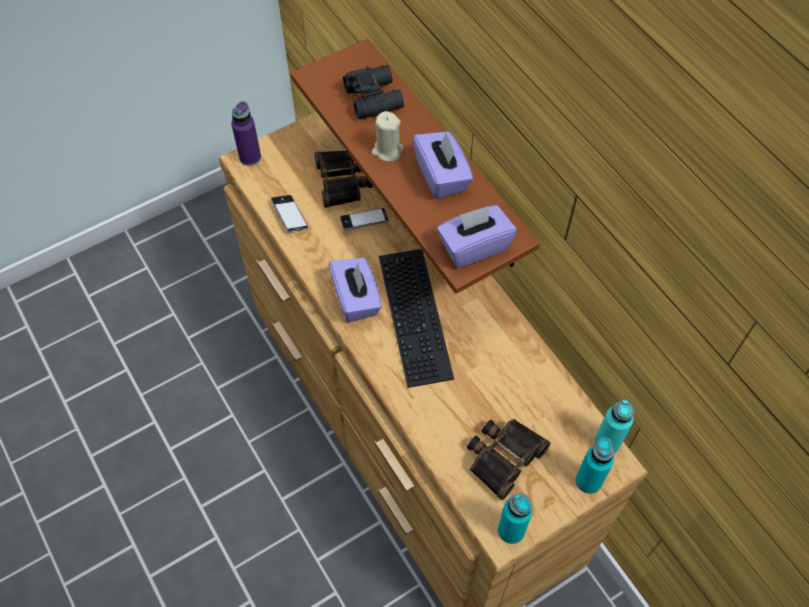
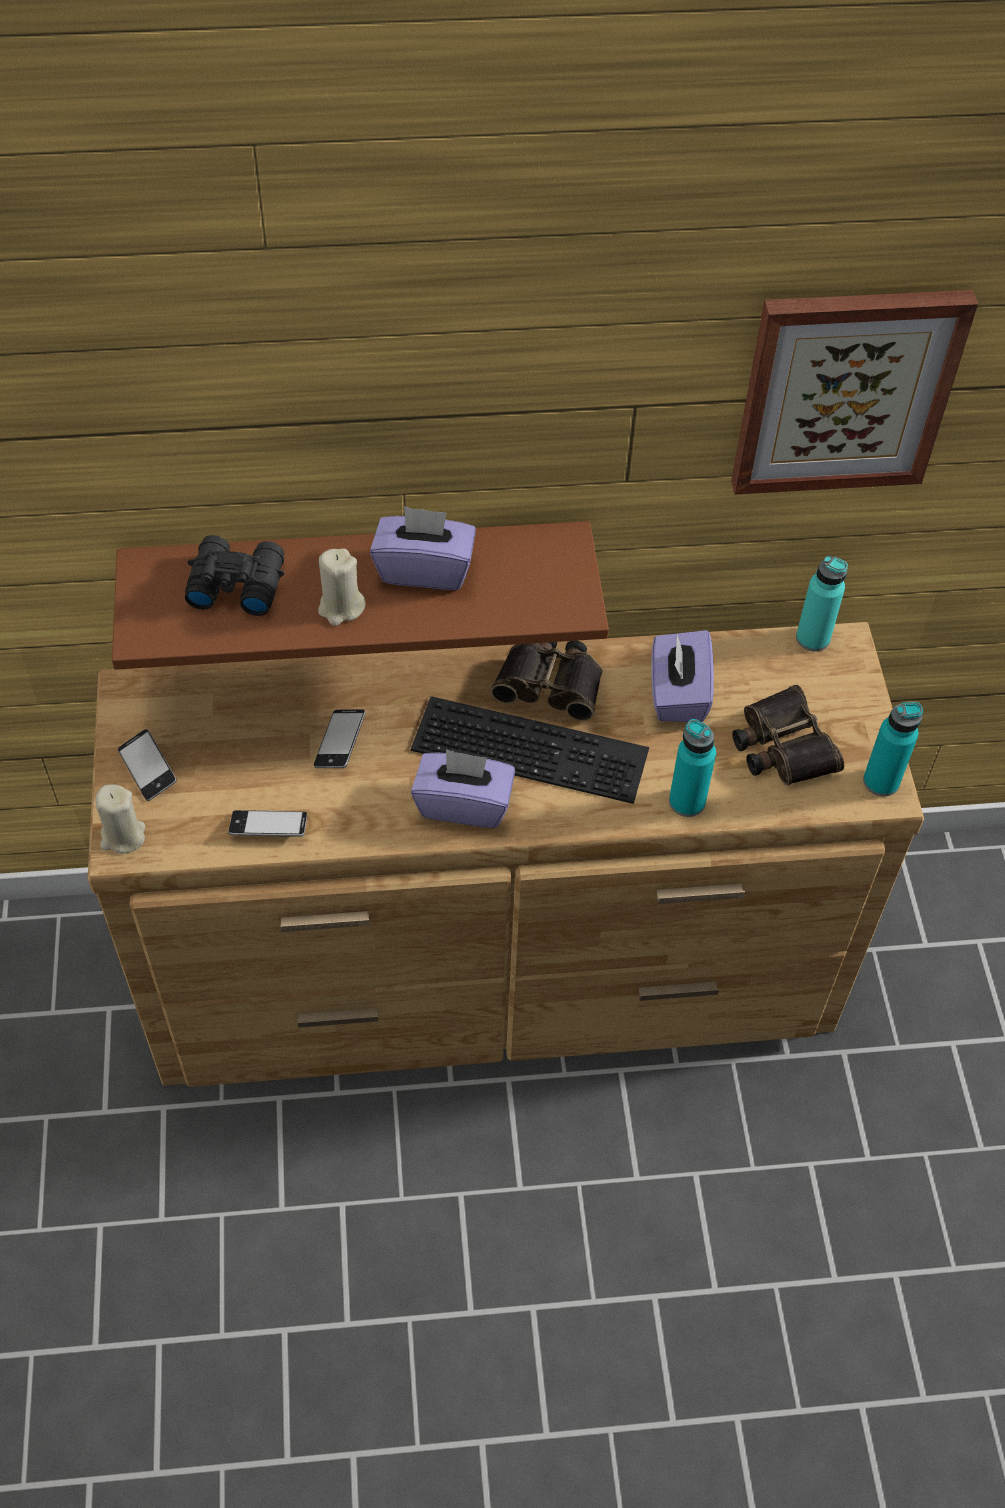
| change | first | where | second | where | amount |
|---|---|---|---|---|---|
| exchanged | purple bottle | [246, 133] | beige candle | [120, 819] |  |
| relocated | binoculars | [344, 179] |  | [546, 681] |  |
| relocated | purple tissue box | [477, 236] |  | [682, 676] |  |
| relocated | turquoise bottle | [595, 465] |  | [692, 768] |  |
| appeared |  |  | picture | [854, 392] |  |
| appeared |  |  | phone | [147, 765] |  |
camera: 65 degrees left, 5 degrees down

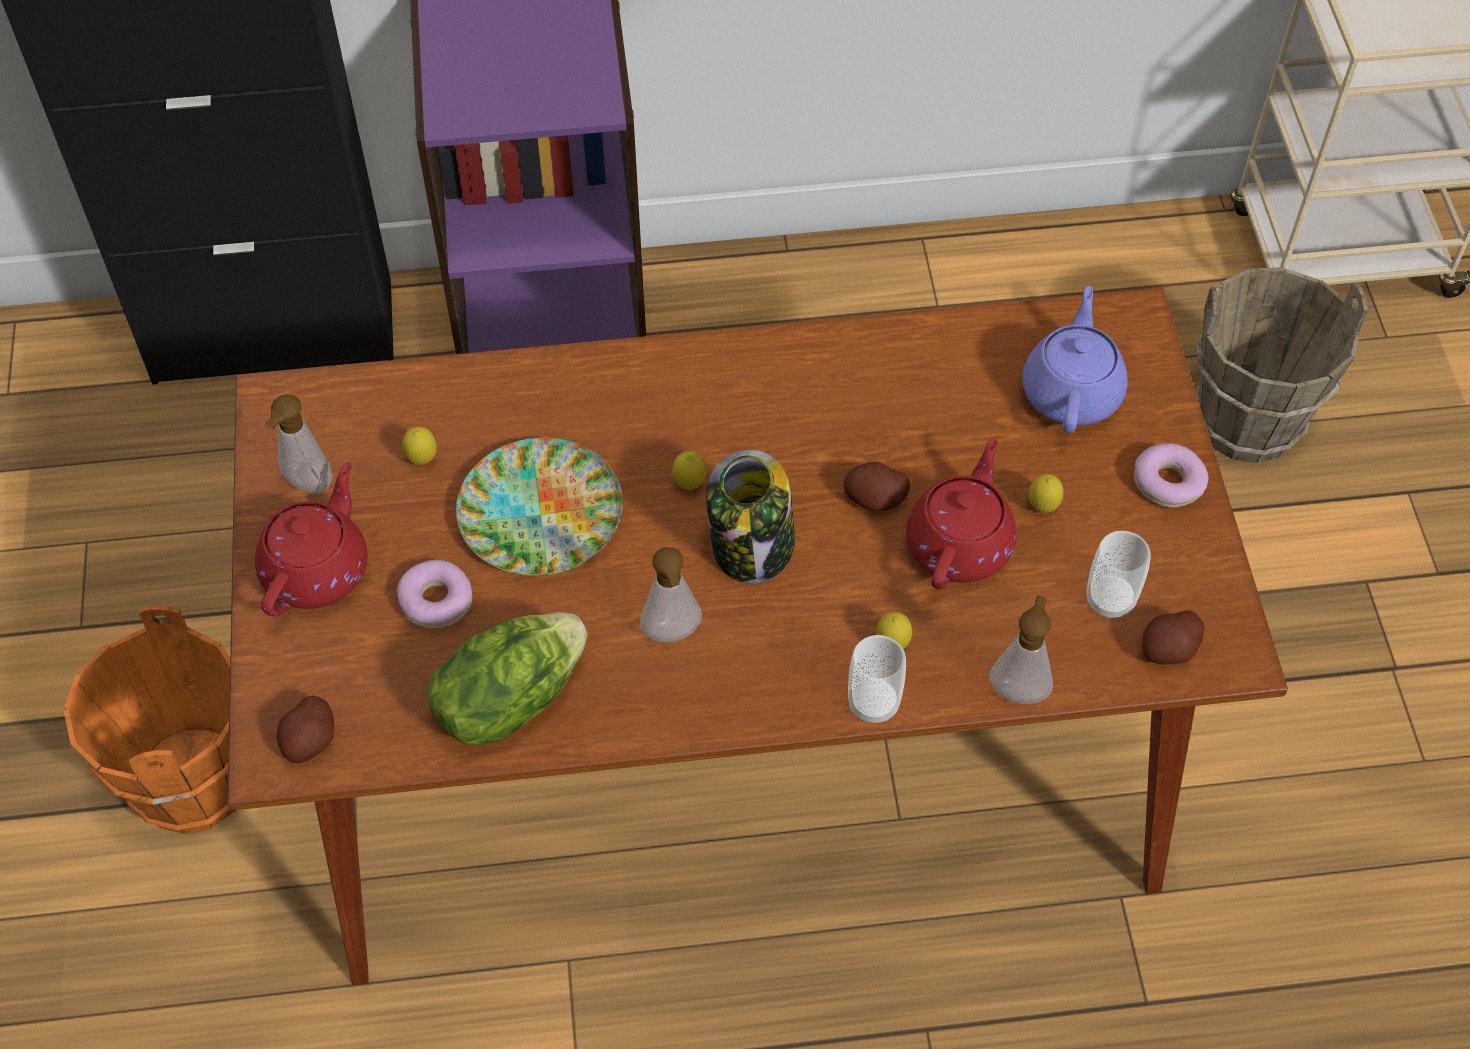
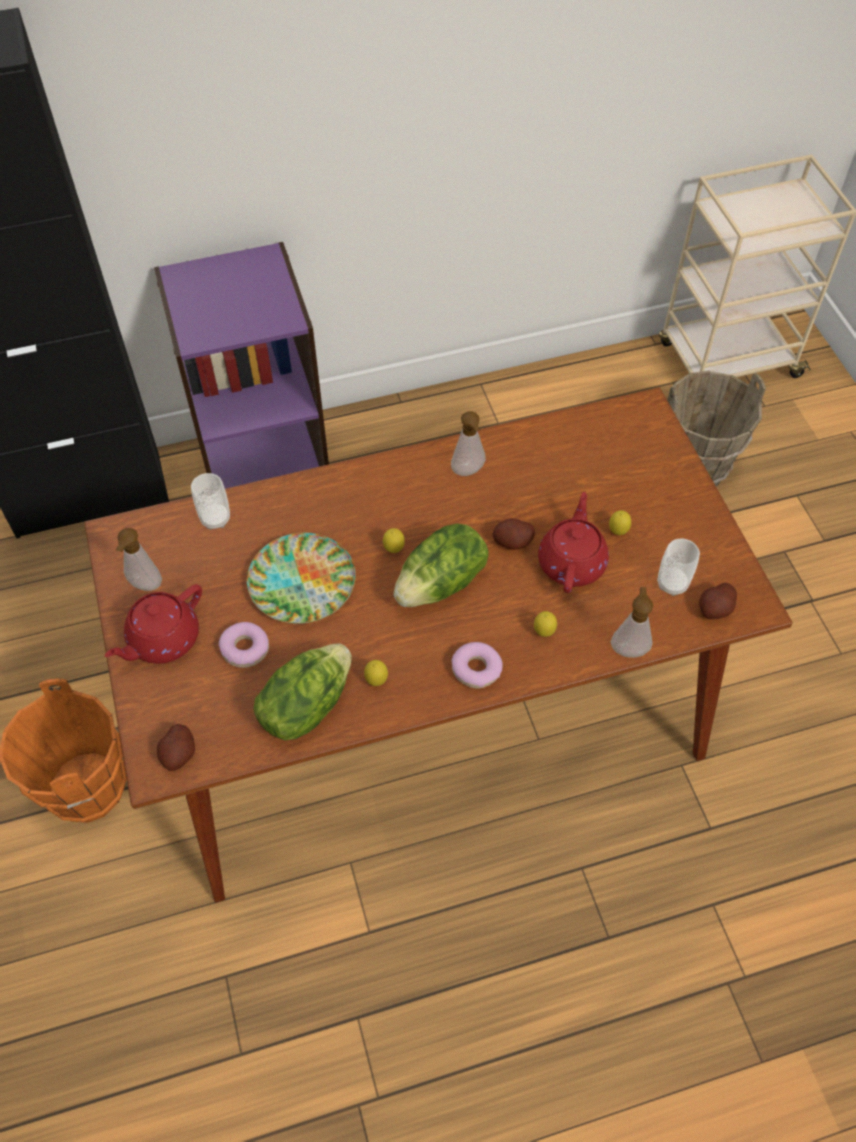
| change | first | where | second | where | amount |
|---|---|---|---|---|---|
| missing | purple teapot | [1074, 359] |  |  |  |
| relocated | lemon | [419, 445] |  | [376, 673] |  |
| relocated | donut | [1171, 475] |  | [477, 665] |  |
| exchanged | jar | [750, 516] | lettuce | [441, 565] |  |
| spun | red teapot | [311, 539] |  | [153, 624] | 150 degrees counterclockwise |
| relocated | soap dispenser | [671, 595] |  | [468, 443] |  |
| relocated | cup | [877, 679] |  | [210, 501] |  |
camera: 10 degrees left, 0 degrees up

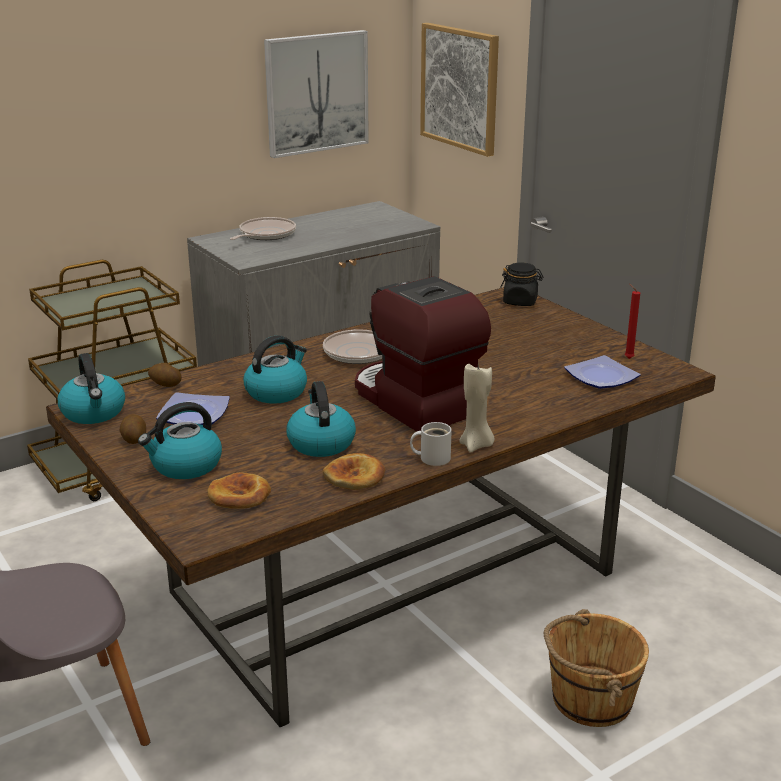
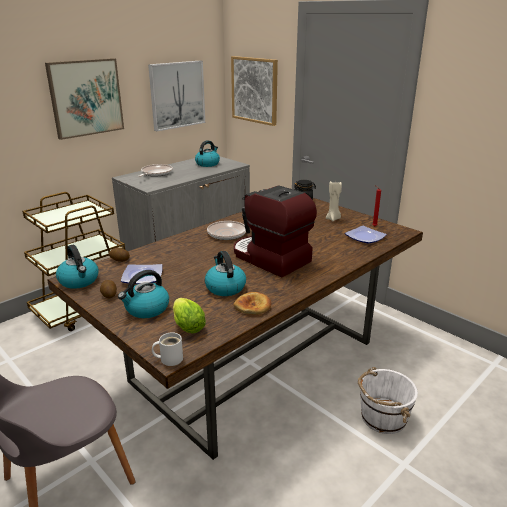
| change | first | where | second | where | amount |
|---|---|---|---|---|---|
| relocated | kettle | [275, 369] |  | [207, 153] |  |
| relocated | beige candle | [476, 407] |  | [334, 201] |  |
| relocated | white mug | [431, 444] |  | [167, 349] |  |
| exchanged | bread | [239, 490] | lettuce | [189, 315] |  |
| colour | brown bucket | [596, 668] | white bucket | [388, 400] |  |
| appeared |  |  | picture | [84, 99] |  |
camera: 10 degrees left, 0 degrees up

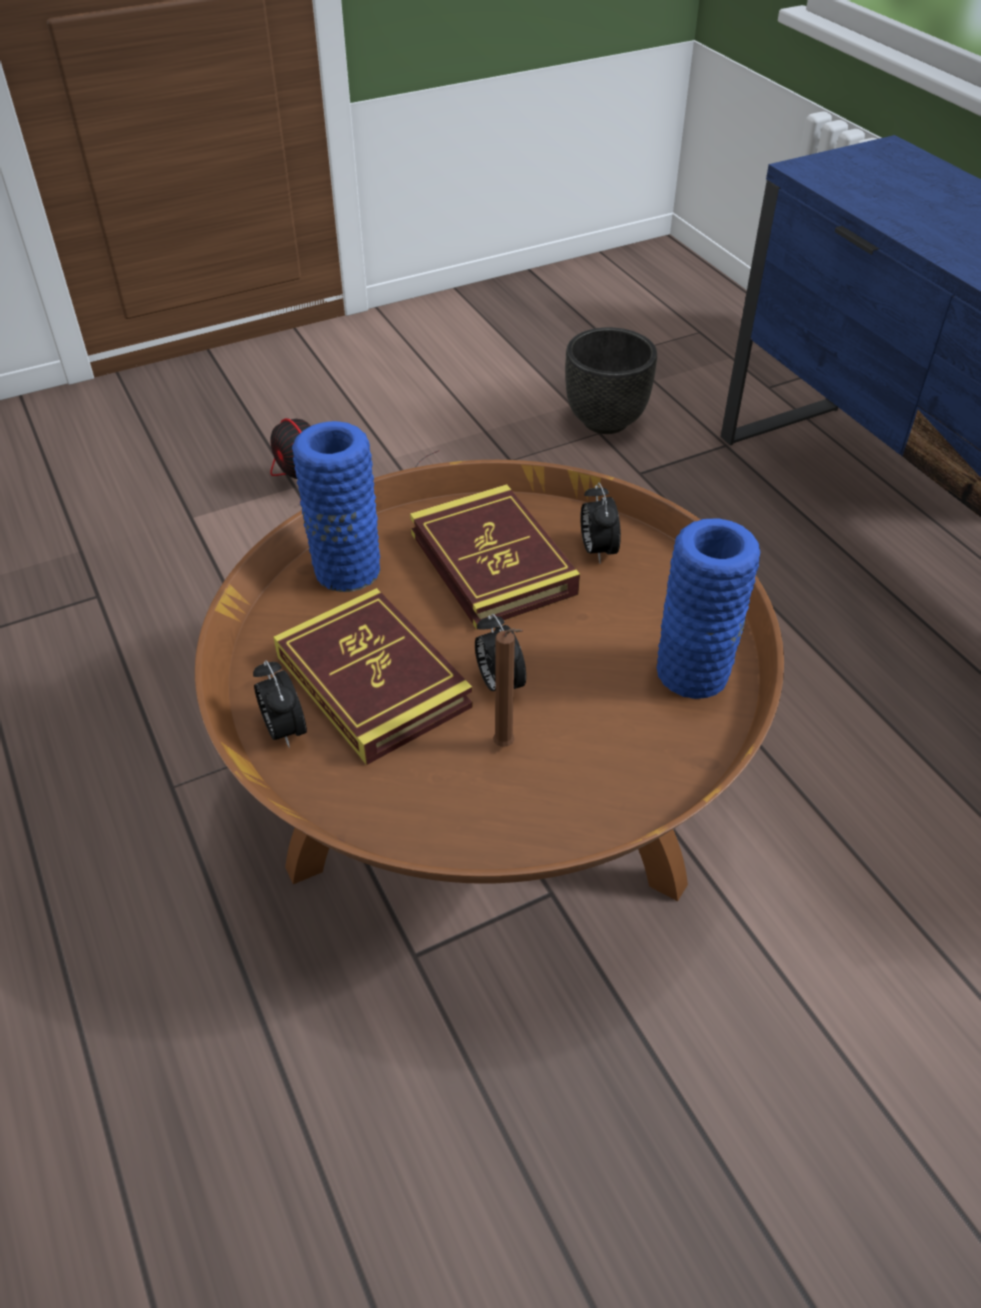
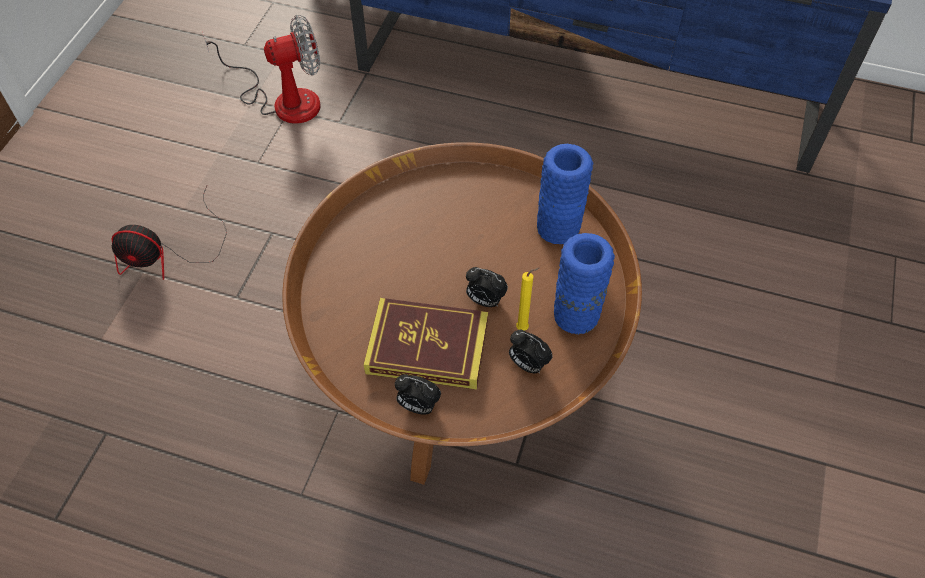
| change | first | where | second | where | amount |
|---|---|---|---|---|---|
| exchanged | black planter | [611, 380] | fan | [261, 69] |  |
| relocated | blue vase | [336, 506] |  | [584, 283] |  |
| relocated | alarm clock | [600, 523] |  | [531, 352] |  |
| missing | book | [495, 557] |  |  |  |
| colour | brown candle | [508, 687] | yellow candle | [528, 299] |  |
camera: 45 degrees left, 10 degrees up

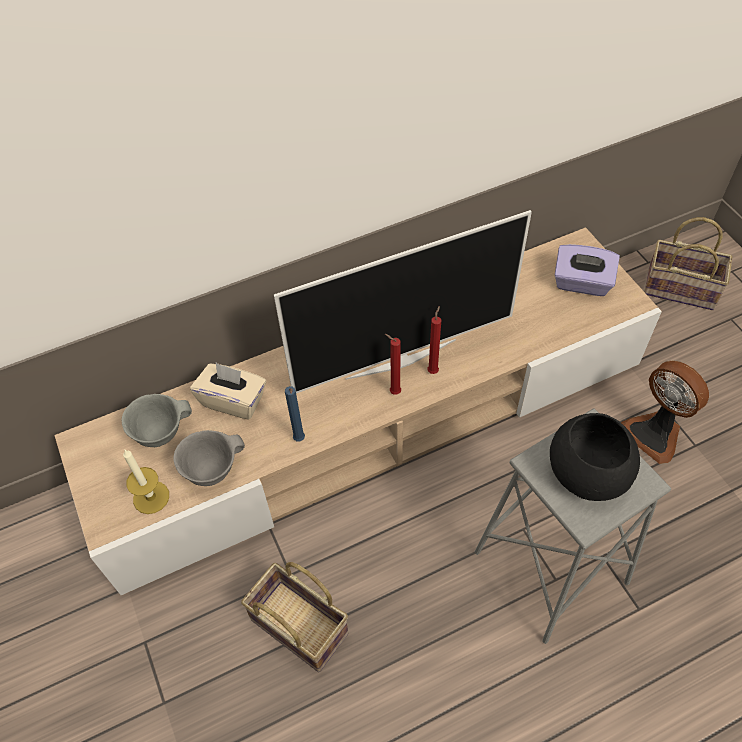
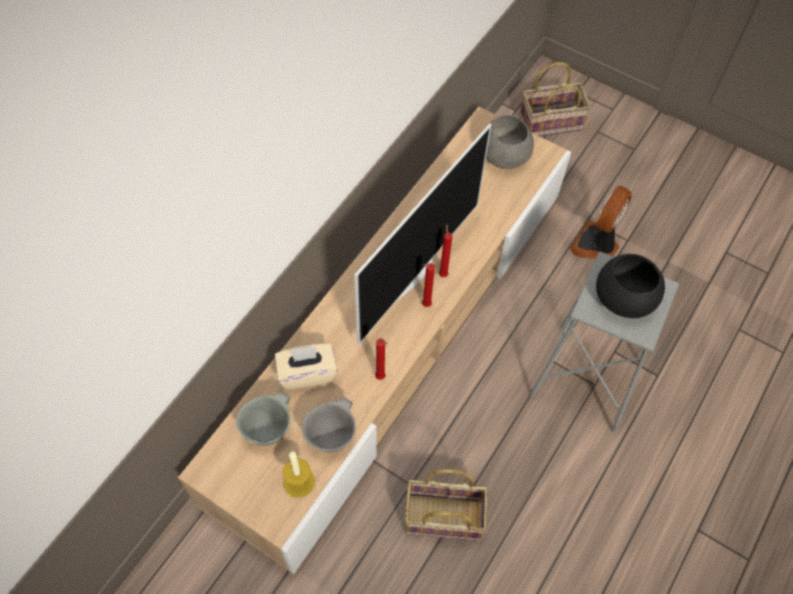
| change | first | where | second | where | amount |
|---|---|---|---|---|---|
| exchanged | purple tissue box | [587, 270] | grey bowl | [510, 142] |  |
| spun | fan | [665, 412] |  | [601, 222] | 105 degrees clockwise |
| colour | blue candle | [295, 414] | red candle | [381, 359] |  |
camera: 35 degrees left, 5 degrees up

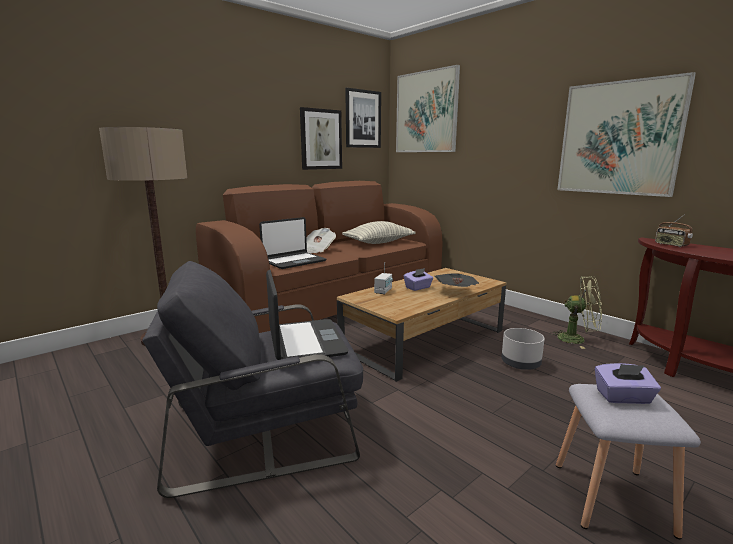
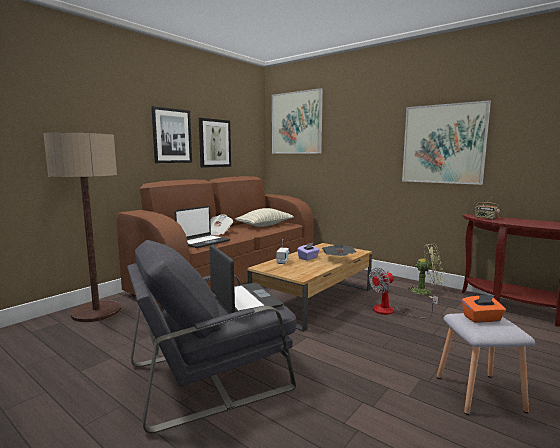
| change | first | where | second | where | amount |
|---|---|---|---|---|---|
| relocated | picture | [363, 118] |  | [171, 134] |  |
| exchanged | grey planter | [523, 349] | fan | [403, 293] |  |
| colour | purple tissue box | [628, 383] | orange tissue box | [484, 309] |  |
camera: 10 degrees left, 5 degrees down

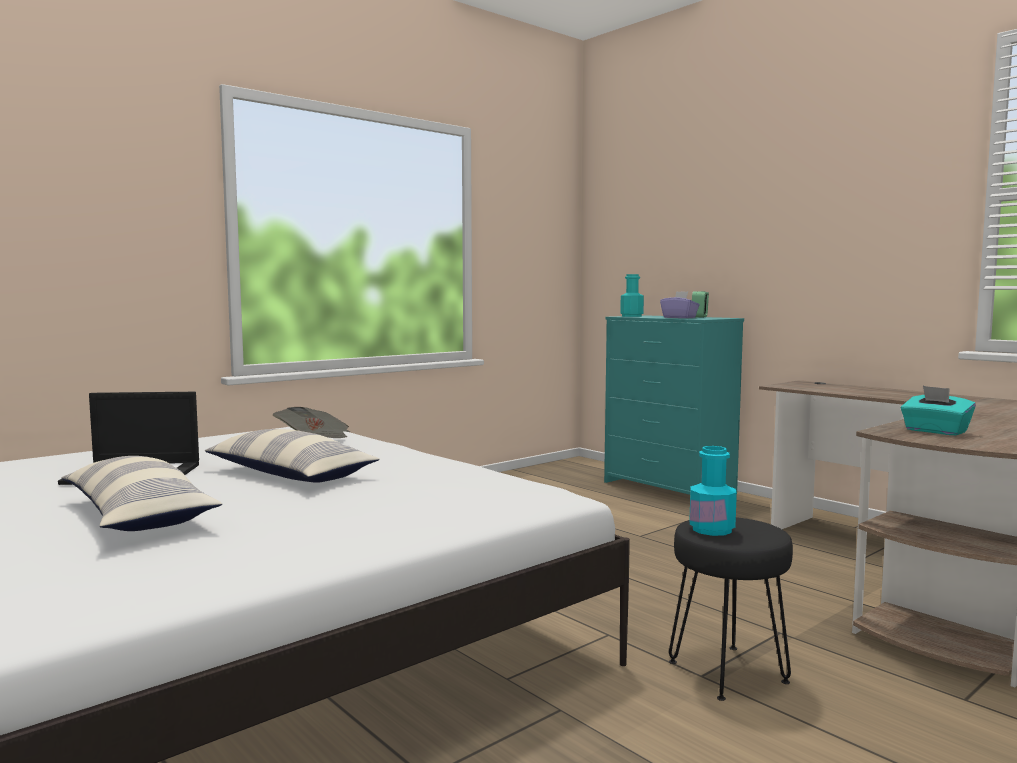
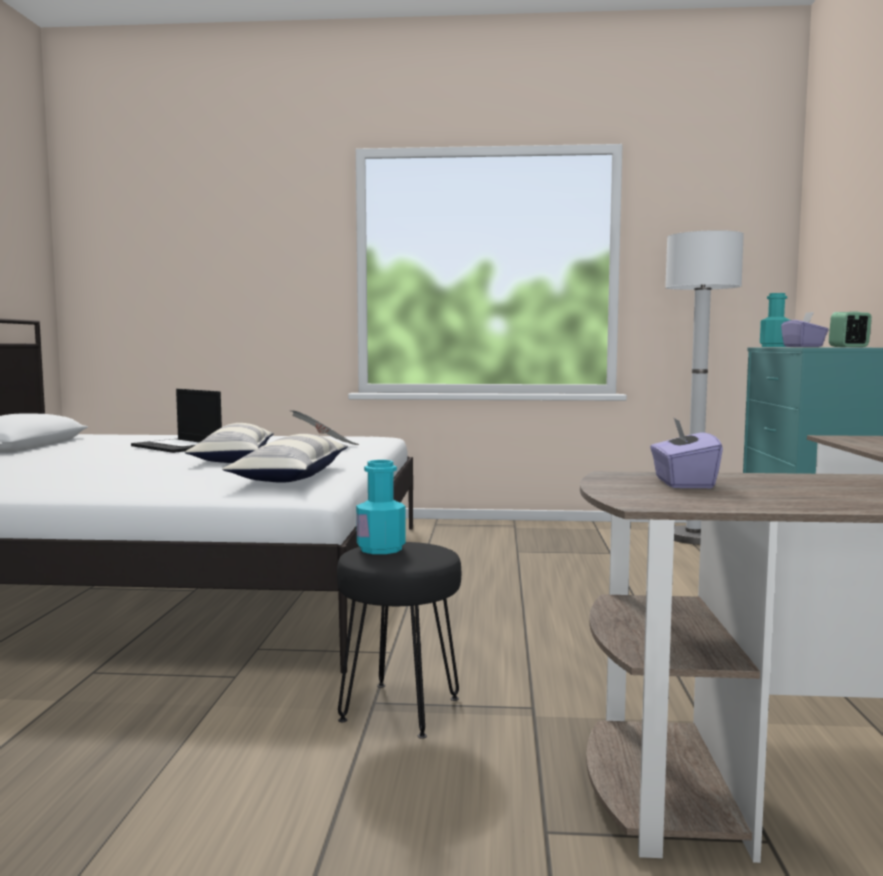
| change | first | where | second | where | amount |
|---|---|---|---|---|---|
| colour | turquoise tissue box | [938, 410] | purple tissue box | [686, 452] |  |
| relocated | pillow | [142, 493] |  | [285, 458] |  |
| appeared |  |  | white floor lamp | [704, 387] |  |
camera: 45 degrees right, 0 degrees up

